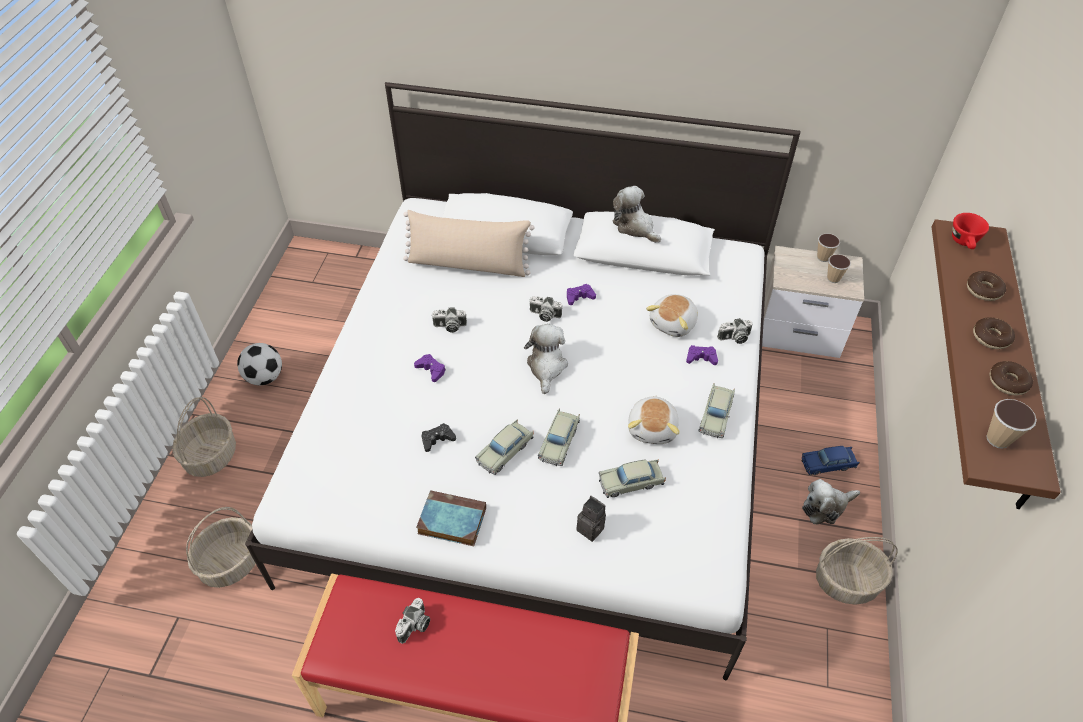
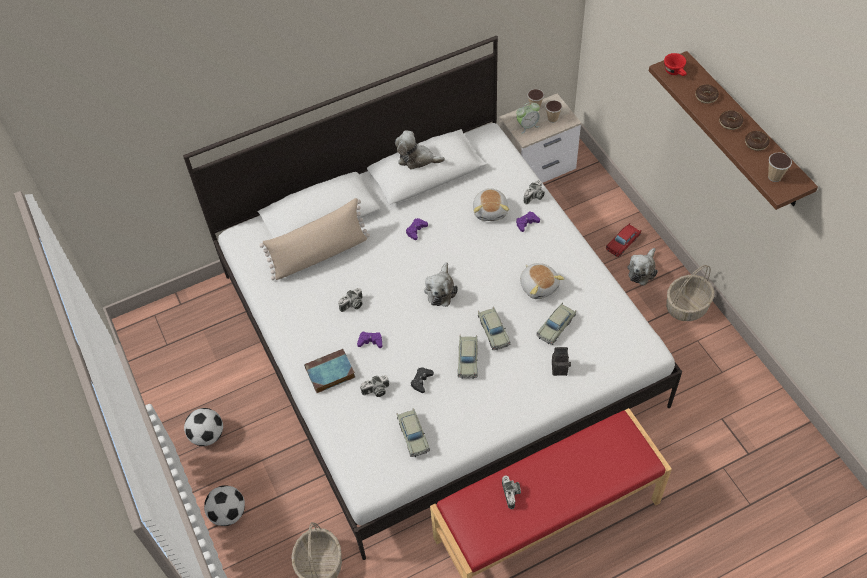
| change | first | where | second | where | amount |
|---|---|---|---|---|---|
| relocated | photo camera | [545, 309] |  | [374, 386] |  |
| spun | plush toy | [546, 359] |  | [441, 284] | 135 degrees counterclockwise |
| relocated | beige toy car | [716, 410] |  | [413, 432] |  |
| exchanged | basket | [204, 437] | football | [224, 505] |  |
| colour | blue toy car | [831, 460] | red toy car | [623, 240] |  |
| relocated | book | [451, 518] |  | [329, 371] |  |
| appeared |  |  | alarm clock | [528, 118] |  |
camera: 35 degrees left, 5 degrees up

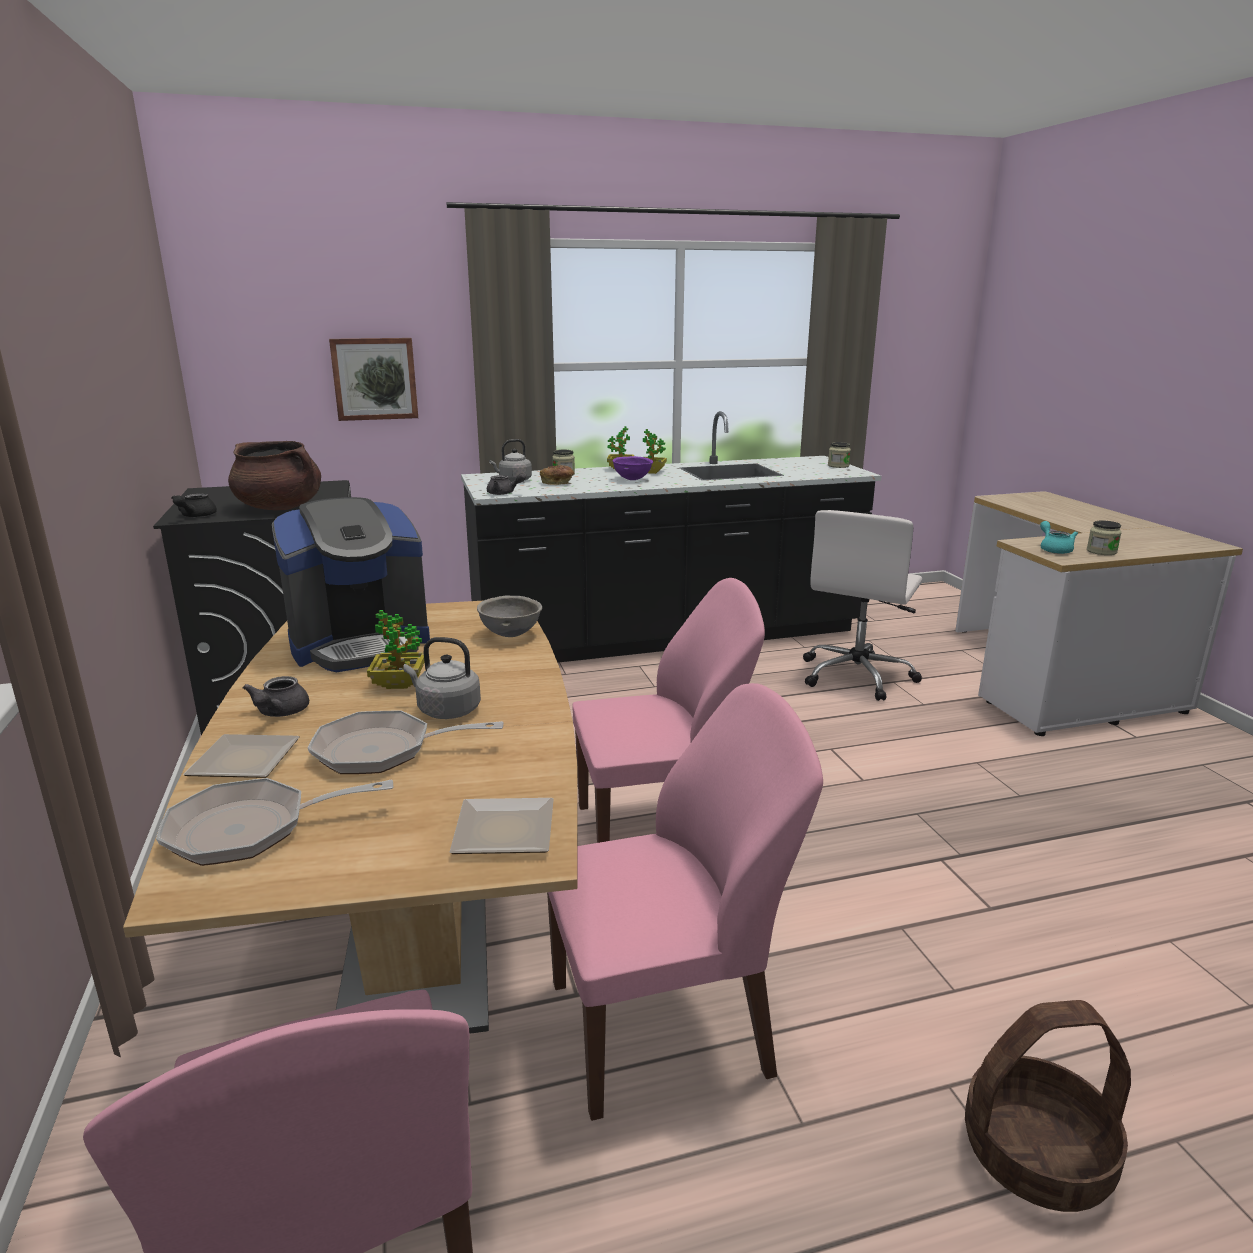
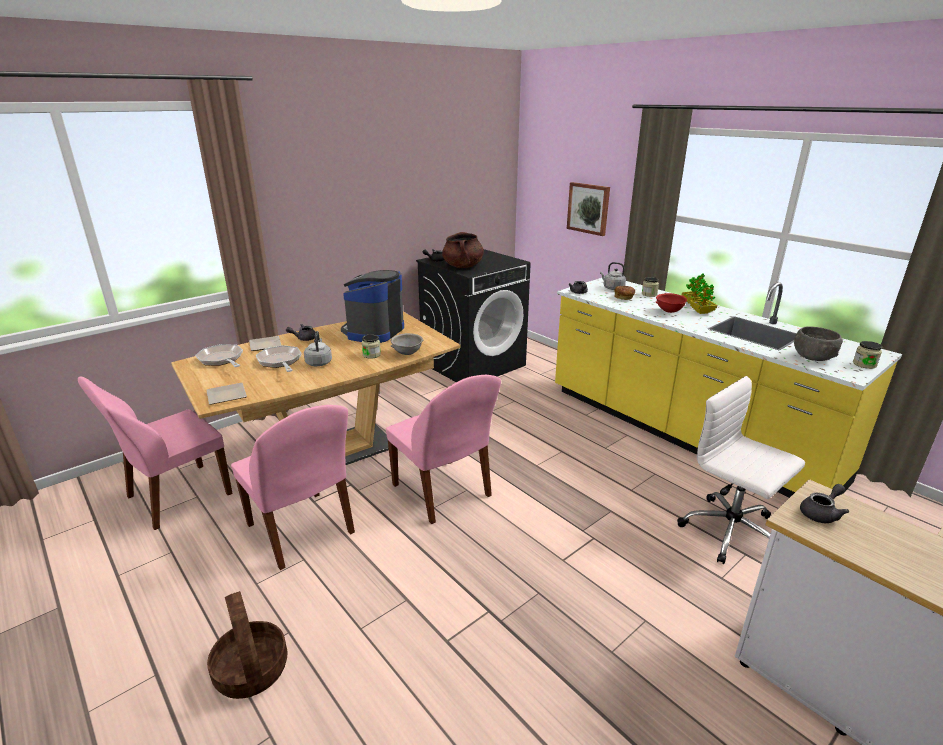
| change | first | where | second | where | amount |
|---|---|---|---|---|---|
| colour | black counter | [671, 537] | yellow counter | [728, 388] |  |
| colour | purple bowl | [633, 468] | red bowl | [671, 303] |  |
| spun | coffee machine | [351, 584] |  | [372, 306] | 75 degrees clockwise |
| spun | white office chair | [863, 605] |  | [741, 470] | 45 degrees clockwise |
| colour | turquoise teapot | [1059, 537] | grey teapot | [824, 503] |  |
| relocated | jar | [1104, 538] |  | [371, 347] |  |
| missing | potted plant | [396, 649] |  |  |  |
| appeared |  |  | grey bowl | [818, 343] |  |
camera: 65 degrees right, 5 degrees up

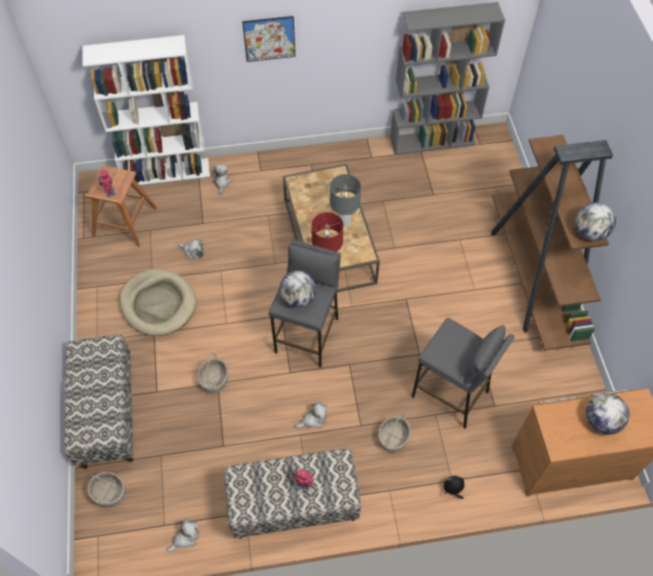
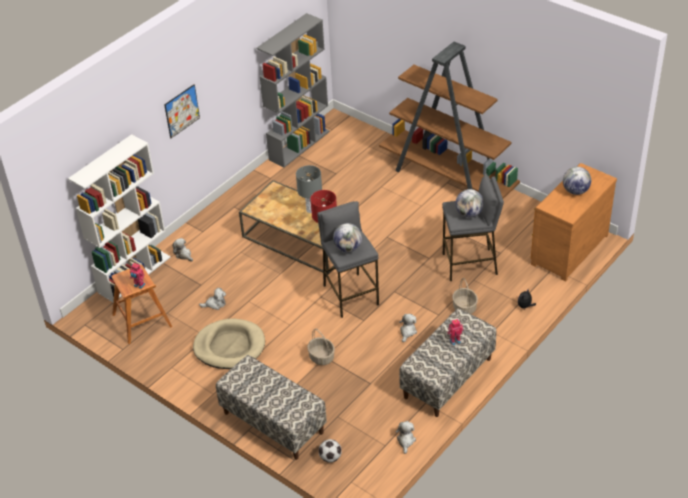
| change | first | where | second | where | amount |
|---|---|---|---|---|---|
| relocated | globe | [595, 221] |  | [469, 203] |  |
| exchanged | basket | [106, 490] | football | [330, 451] |  |
camera: 40 degrees left, 15 degrees down

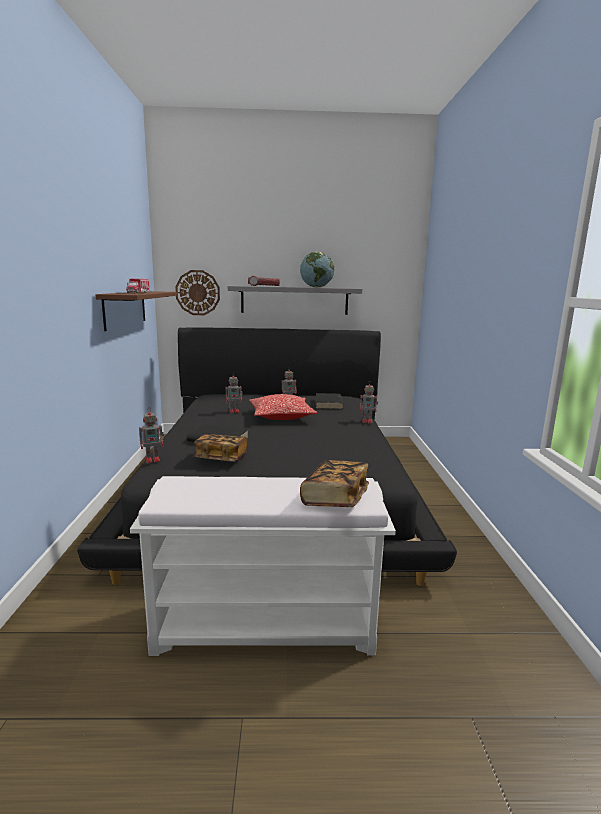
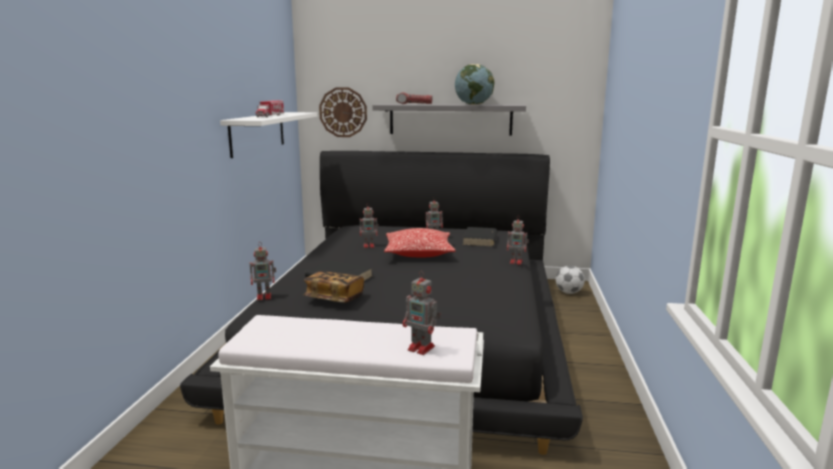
| change | first | where | second | where | amount |
|---|---|---|---|---|---|
| colour | brown shelf | [136, 311] | white shelf | [268, 135] |  |
| exchanged | book | [334, 483] | toy robot | [422, 313] |  |
| appeared |  |  | football | [570, 280] |  |
camera: 10 degrees right, 0 degrees up

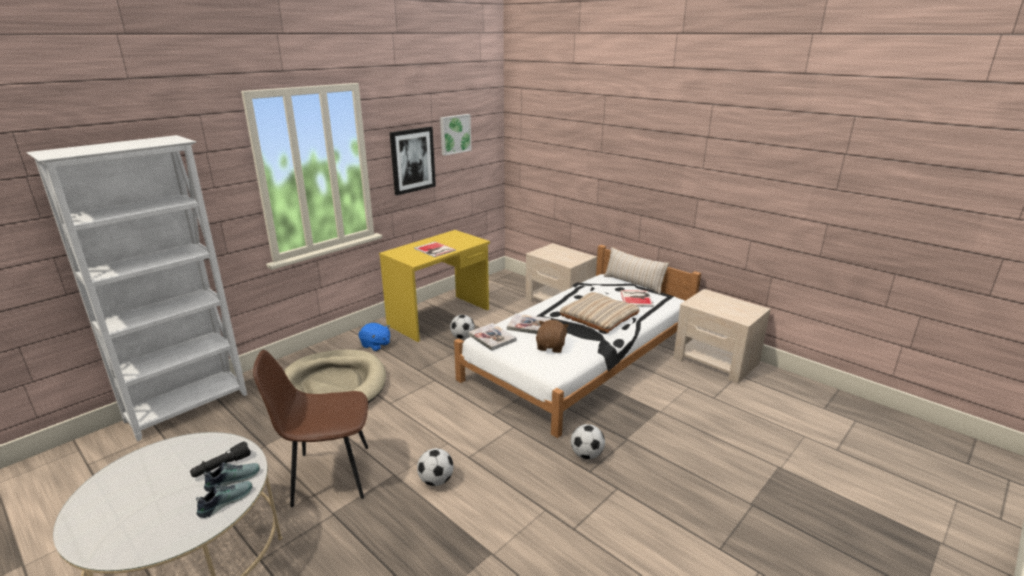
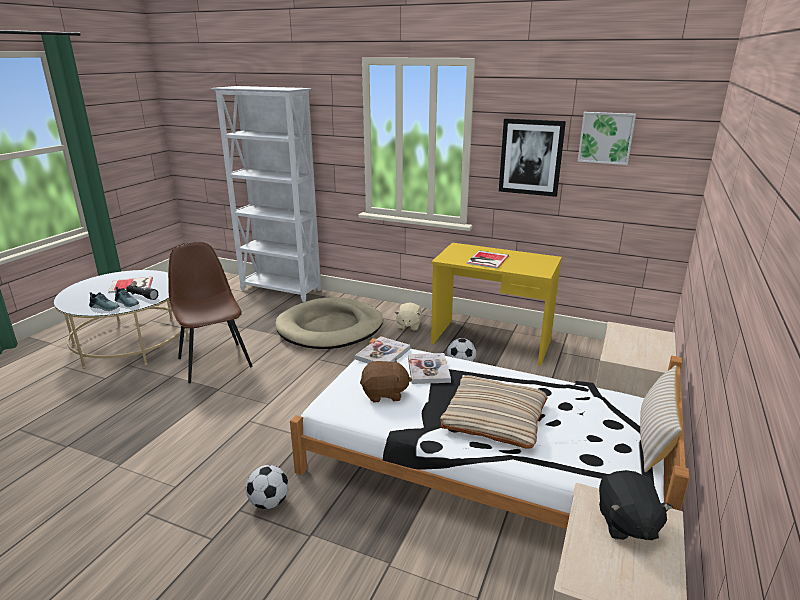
| change | first | where | second | where | amount |
|---|---|---|---|---|---|
| relocated | book | [637, 298] |  | [130, 285] |  |
| colour | blue plush toy | [374, 337] | beige plush toy | [408, 317] |  |
| missing | football | [435, 467] |  |  |  |
| appeared |  |  | black plush toy | [636, 505] |  |
camera: 70 degrees right, 0 degrees up

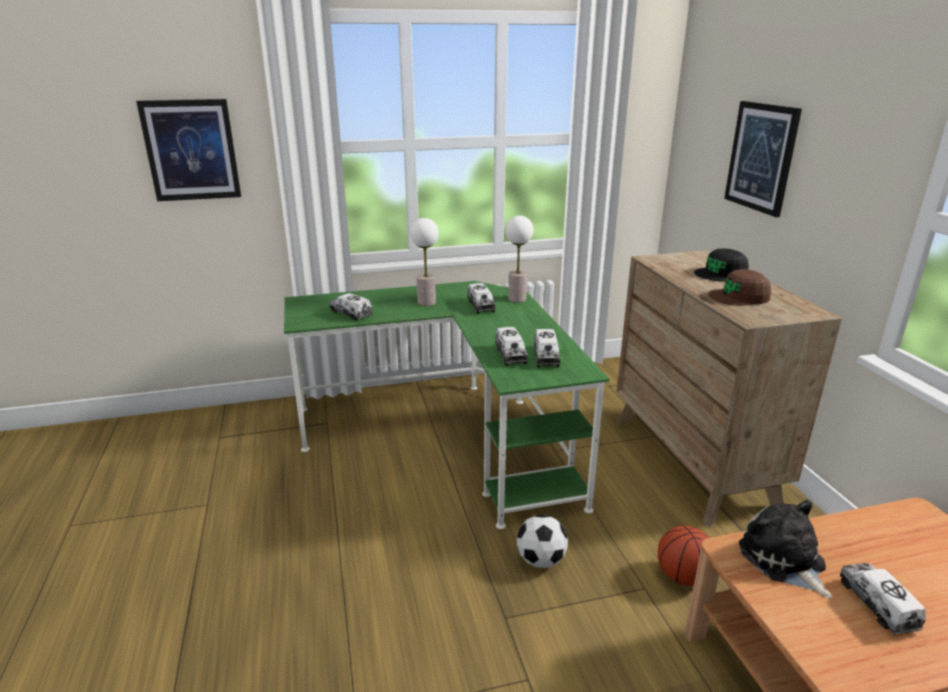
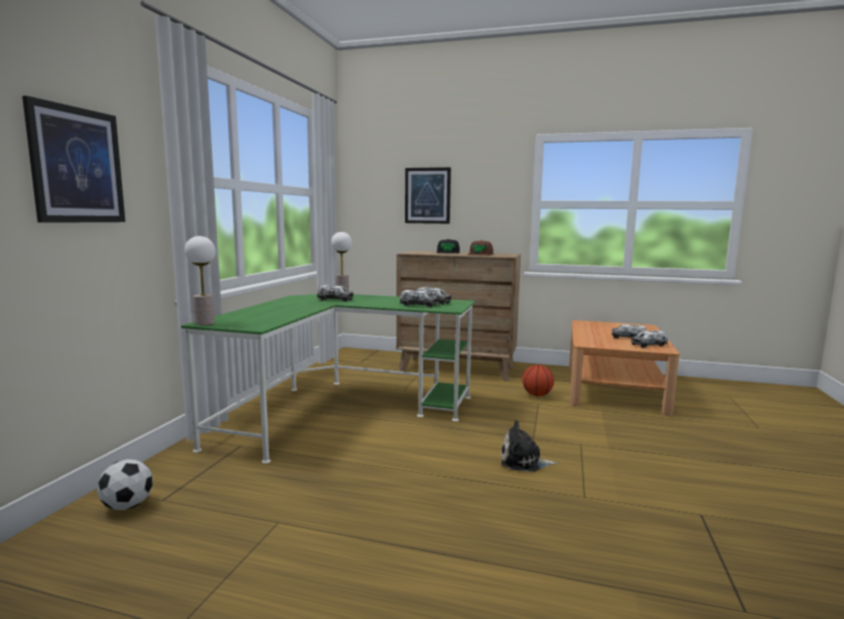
| change | first | where | second | where | amount |
|---|---|---|---|---|---|
| relocated | table lamp | [424, 262] |  | [200, 280] |  |
| relocated | toy truck | [351, 306] |  | [649, 339] |  |
| relocated | plush toy | [785, 549] |  | [529, 446] |  |
| relocated | football | [542, 541] |  | [125, 484] |  |
camera: 60 degrees left, 15 degrees down

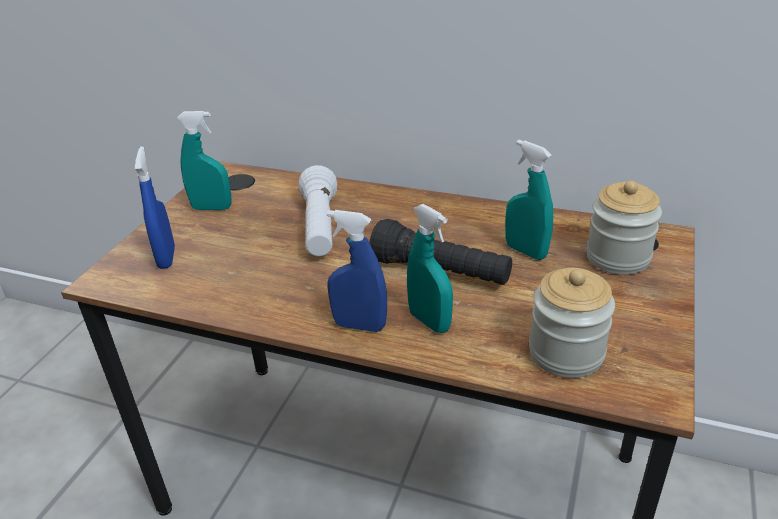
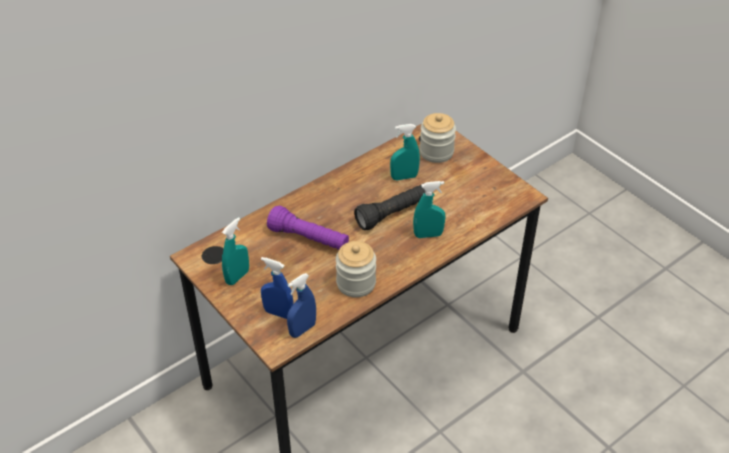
| change | first | where | second | where | amount |
|---|---|---|---|---|---|
| colour | white flashlight | [318, 210] | purple flashlight | [308, 228] |  |
| relocated | blue spray bottle | [357, 271] |  | [301, 305] |  |
| relocated | jar | [572, 323] |  | [356, 269] |  |
camera: 60 degrees left, 10 degrees up

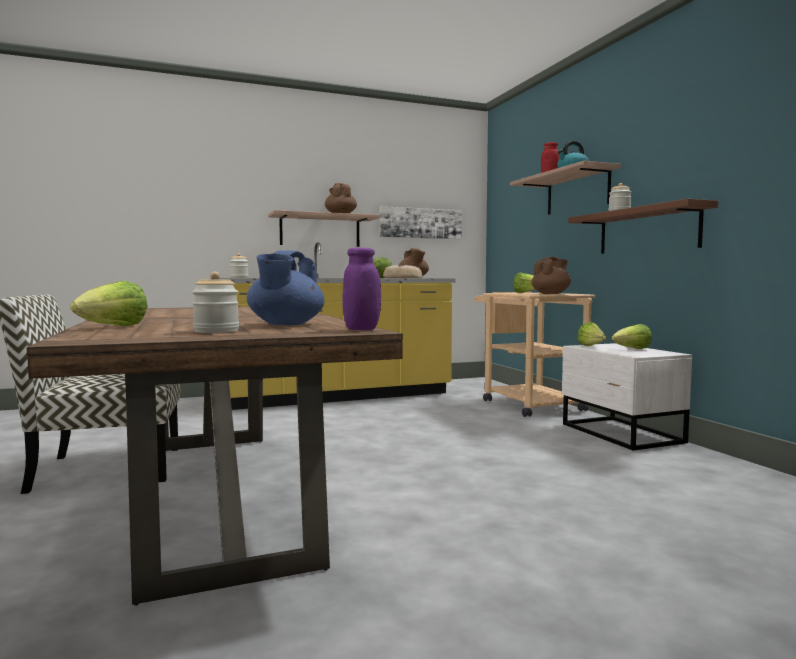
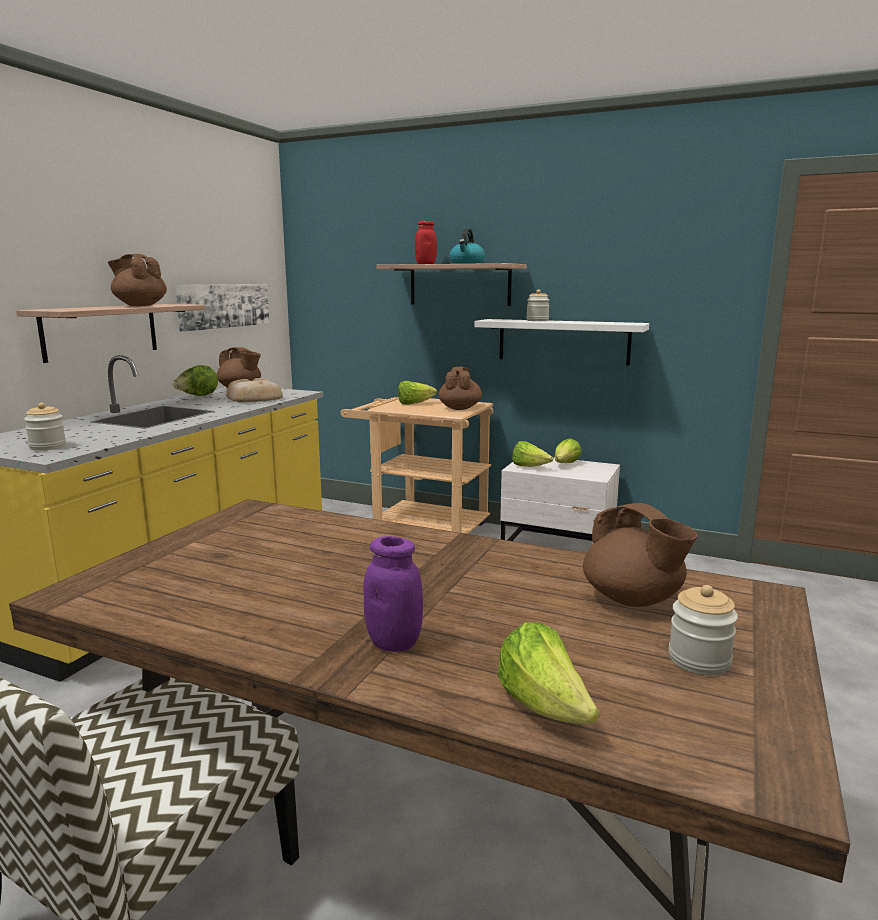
| change | first | where | second | where | amount |
|---|---|---|---|---|---|
| colour | brown shelf | [643, 226] | white shelf | [561, 342] |  |
| relocated | purple jar | [361, 289] |  | [393, 594] |  |
| colour | blue teapot | [285, 288] | brown teapot | [640, 555] |  |
camera: 45 degrees left, 10 degrees up

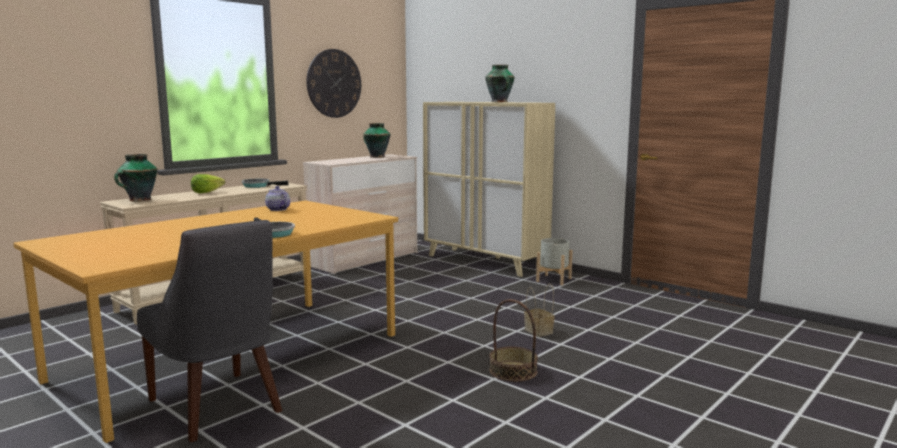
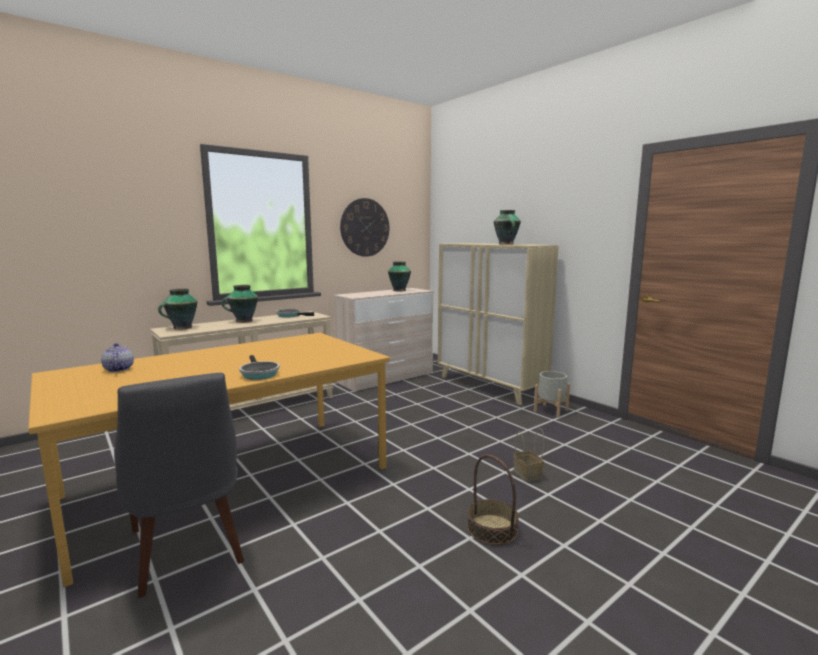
| change | first | where | second | where | amount |
|---|---|---|---|---|---|
| exchanged | lettuce | [208, 183] | vase | [240, 304] |  |
| relocated | teapot | [277, 198] |  | [117, 357] |  |
camera: 10 degrees right, 0 degrees up

